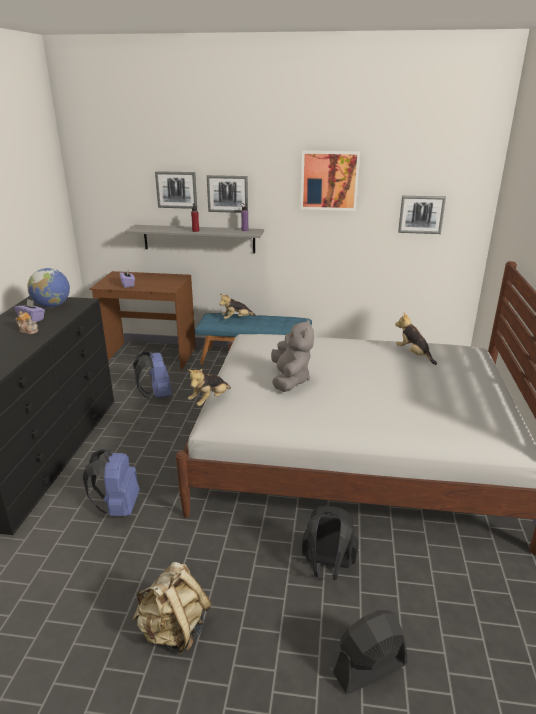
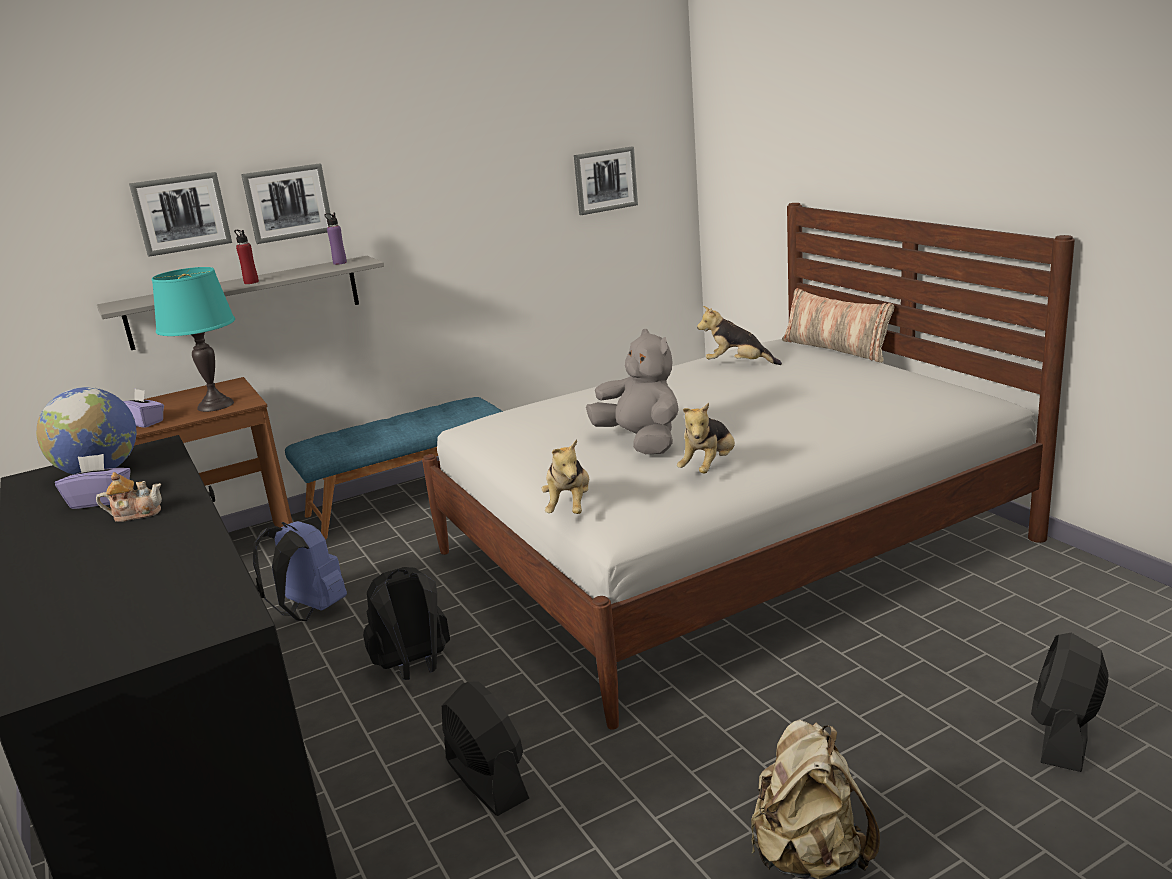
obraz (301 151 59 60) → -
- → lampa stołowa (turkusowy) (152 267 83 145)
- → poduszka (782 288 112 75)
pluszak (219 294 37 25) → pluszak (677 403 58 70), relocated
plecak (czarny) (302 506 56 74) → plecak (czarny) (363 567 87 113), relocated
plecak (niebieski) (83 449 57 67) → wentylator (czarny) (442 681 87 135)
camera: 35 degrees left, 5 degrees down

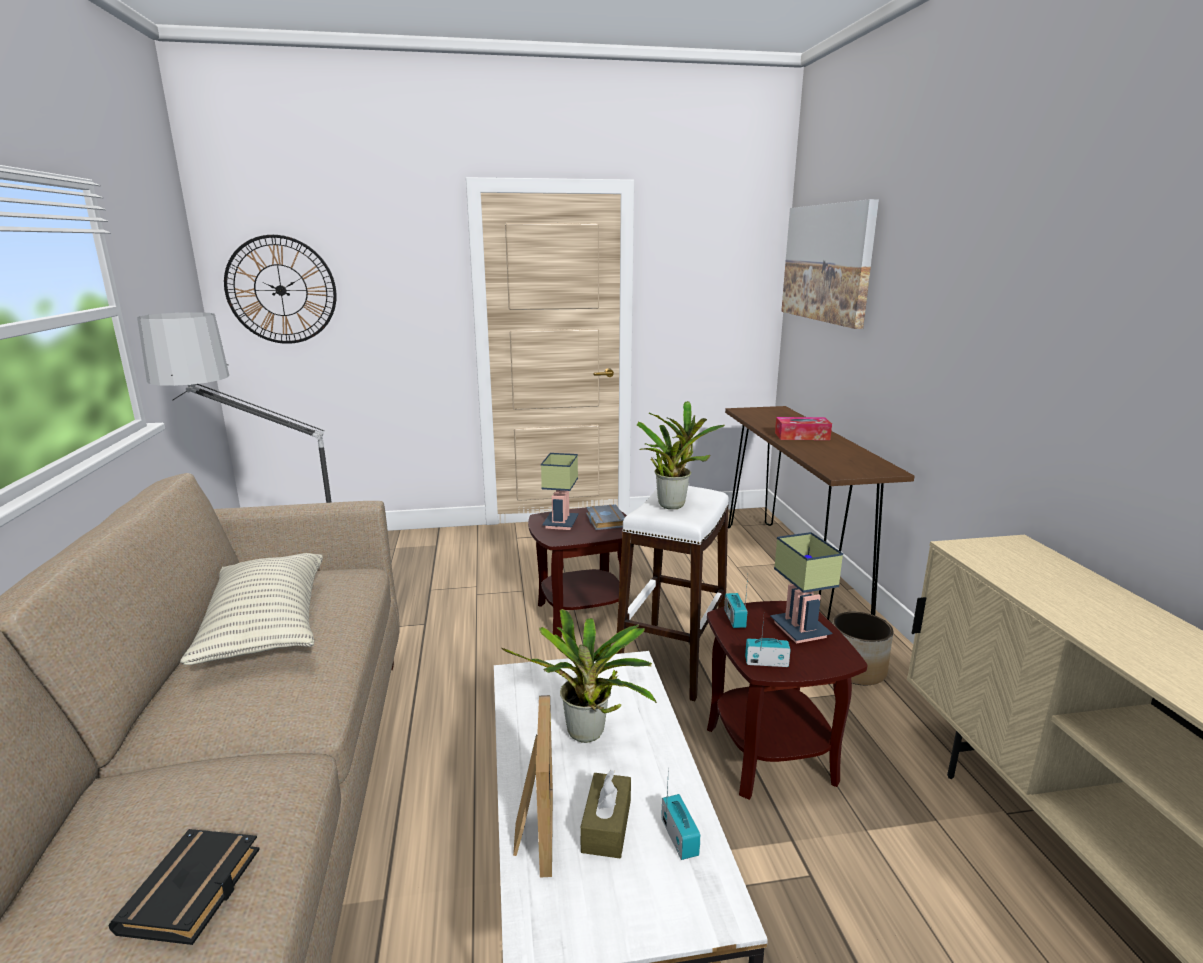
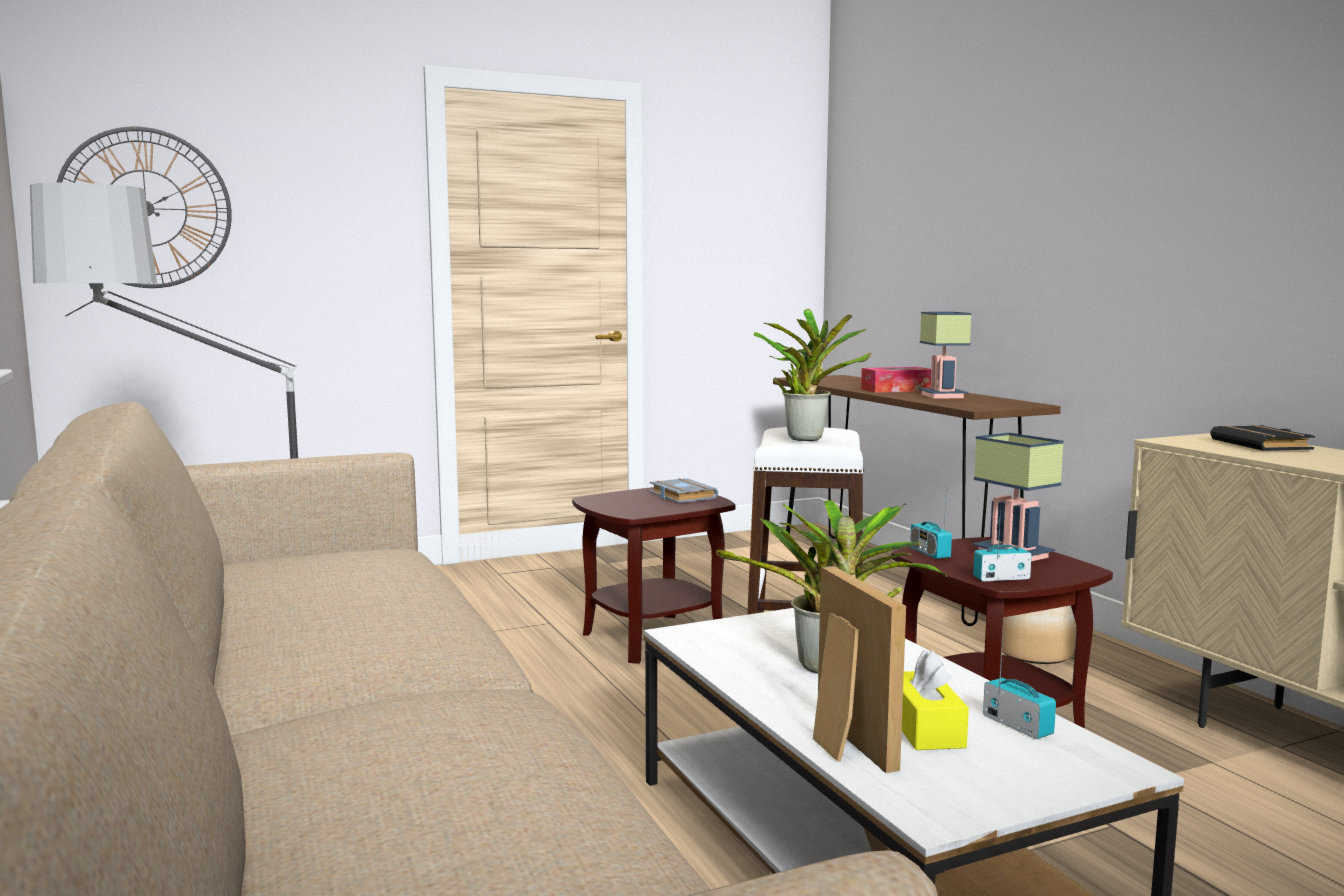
poduszka (180 553 143 112) → -
obraz (781 199 98 130) → -
książka (czarny) (109 829 151 116) → książka (czarny) (1210 425 105 26), relocated
lampa stołowa (541 453 38 77) → lampa stołowa (918 312 54 87), relocated
pudełko chusteczek (brązowy) (580 770 51 88) → pudełko chusteczek (żółty) (902 650 67 100)
camera: 15 degrees left, 10 degrees down

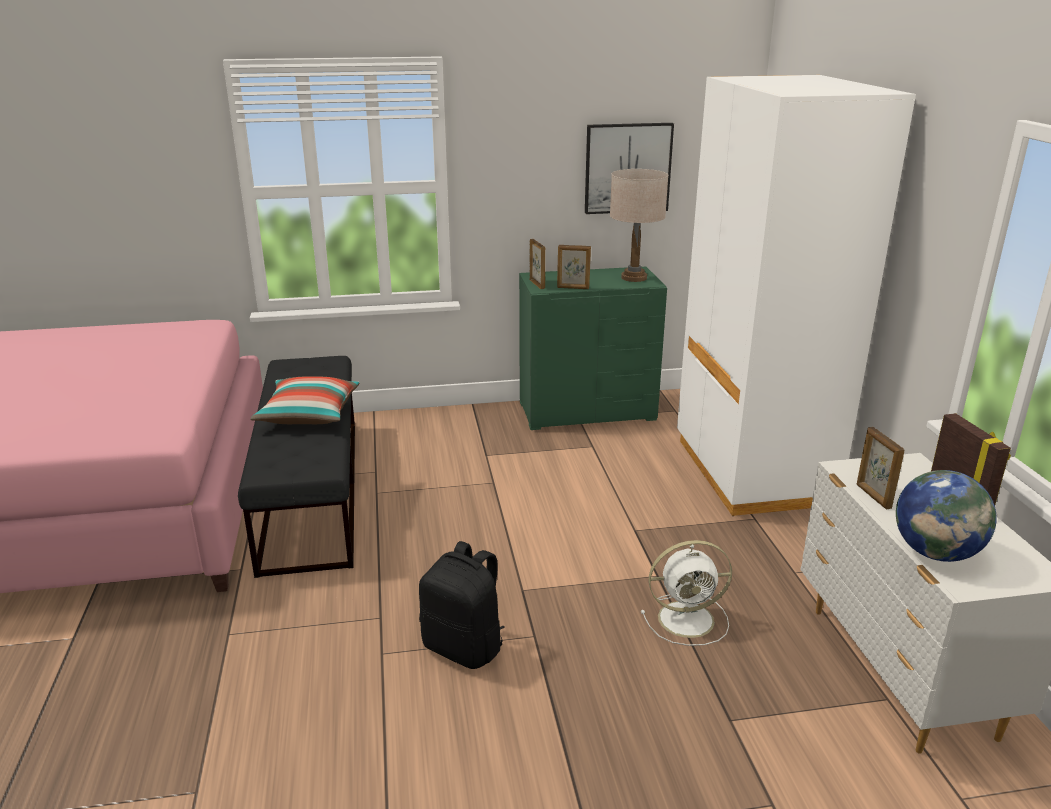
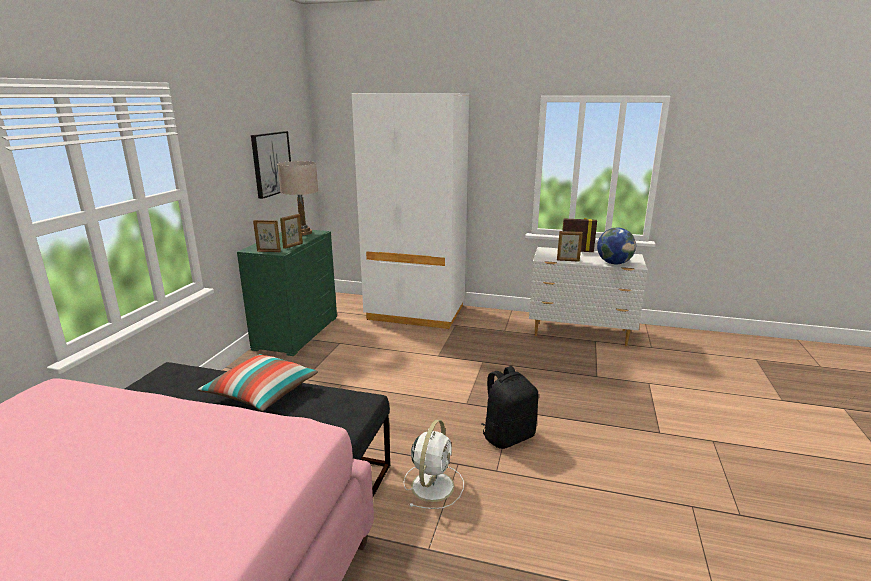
wentylator (biały) (641 540 91 106) → wentylator (biały) (404 420 60 89), relocated
camera: 65 degrees left, 5 degrees down

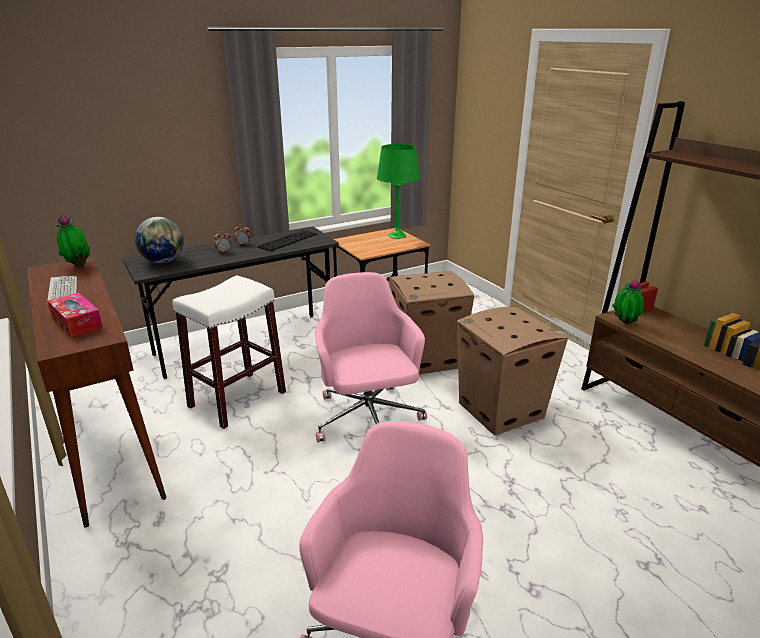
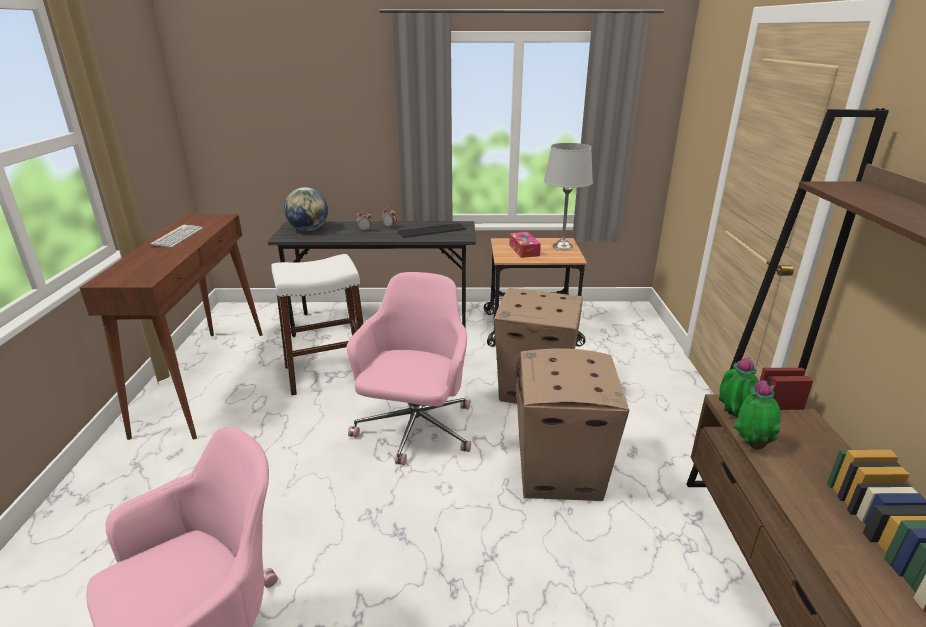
pudełko chusteczek (47 293 56 44) → pudełko chusteczek (509 232 32 26), relocated
roślina doniczkowa (57 215 34 52) → roślina doniczkowa (733 380 47 70), relocated
lampa stołowa (zielony) (377 144 43 95) → lampa stołowa (szary) (544 143 49 107)
camera: 30 degrees right, 0 degrees up

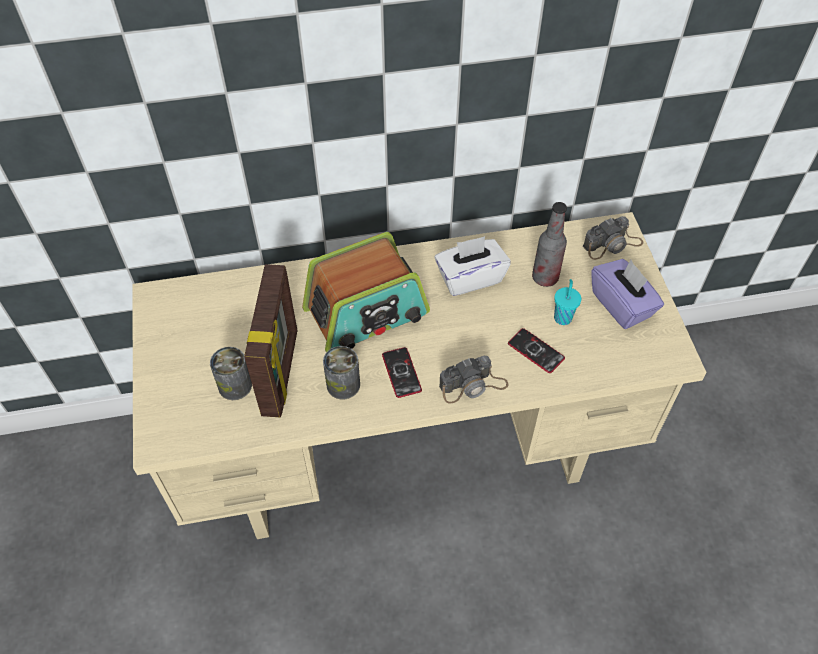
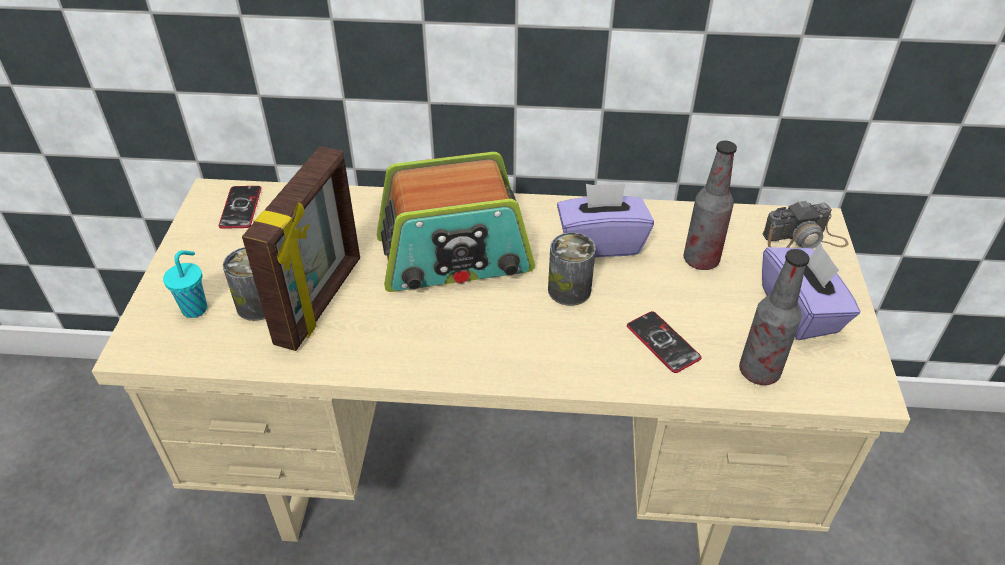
aparat fotograficzny (439 356 70 47) → -
- → butelka (739 249 71 136)
puszka (323 346 37 53) → puszka (548 233 48 73), relocated
telefon (382 347 40 51) → telefon (219 186 42 43), relocated
filiżanka (turkusowy) (554 279 27 46) → filiżanka (turkusowy) (163 250 44 68), relocated
pudełko chusteczek (biały) (434 236 77 60) → pudełko chusteczek (fioletowy) (557 183 97 74)
camera: 15 degrees right, 10 degrees down

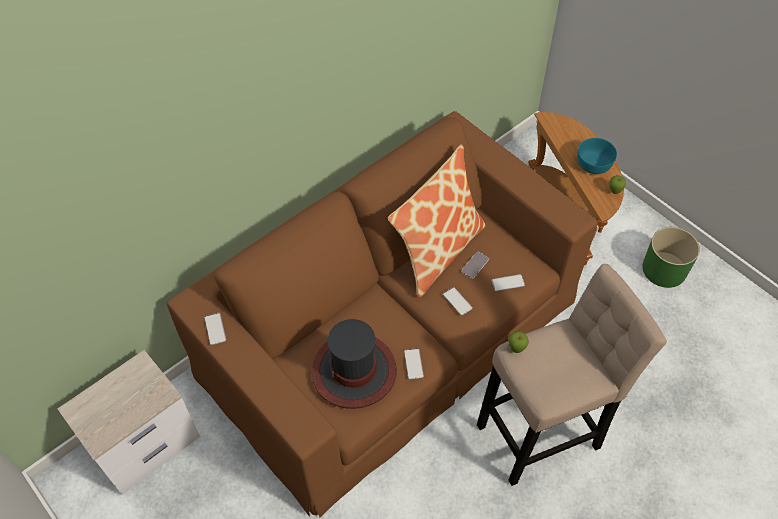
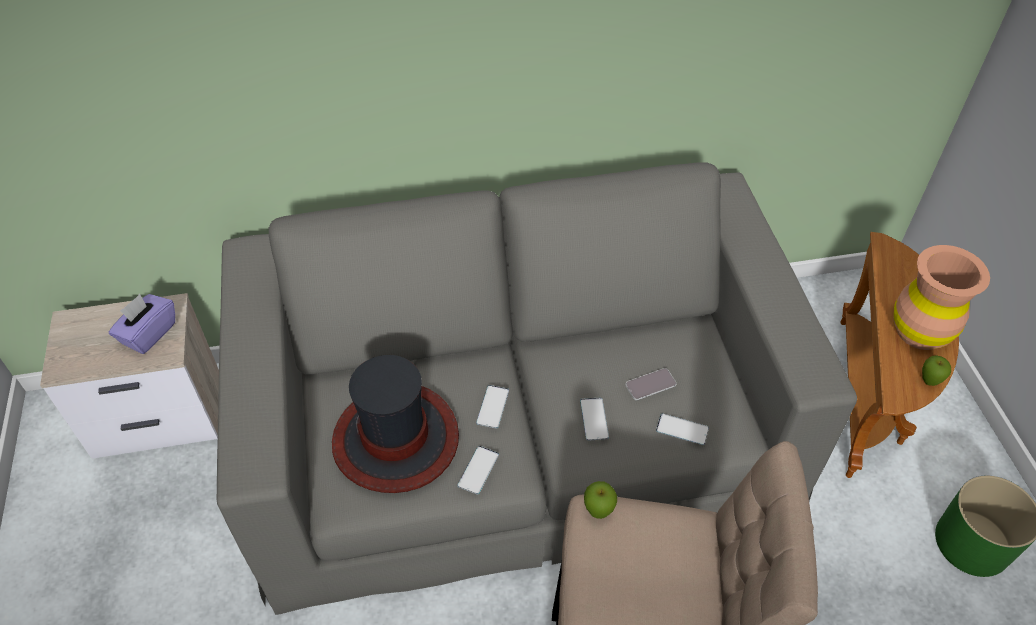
poduszka (388 144 98 154) → -
- → pudełko chusteczek (fioletowy) (109 294 66 60)
telefon (204 313 22 32) → telefon (476 385 33 43), relocated
miska (turkusowy) (578 138 39 36) → wazon (brązowy) (893 245 97 105)
kanapa (brązowy) (167 111 431 406) → kanapa (szary) (217 162 640 453)
camera: 30 degrees right, 5 degrees down

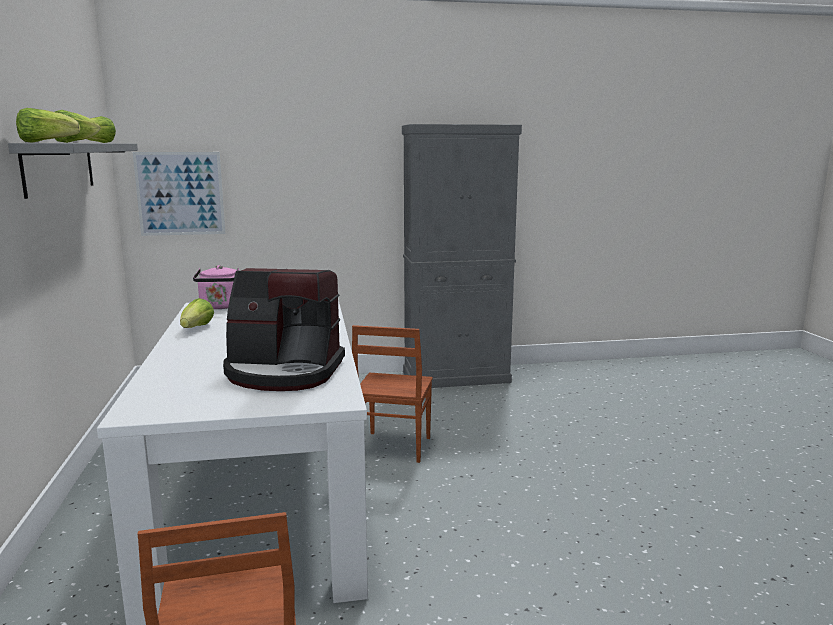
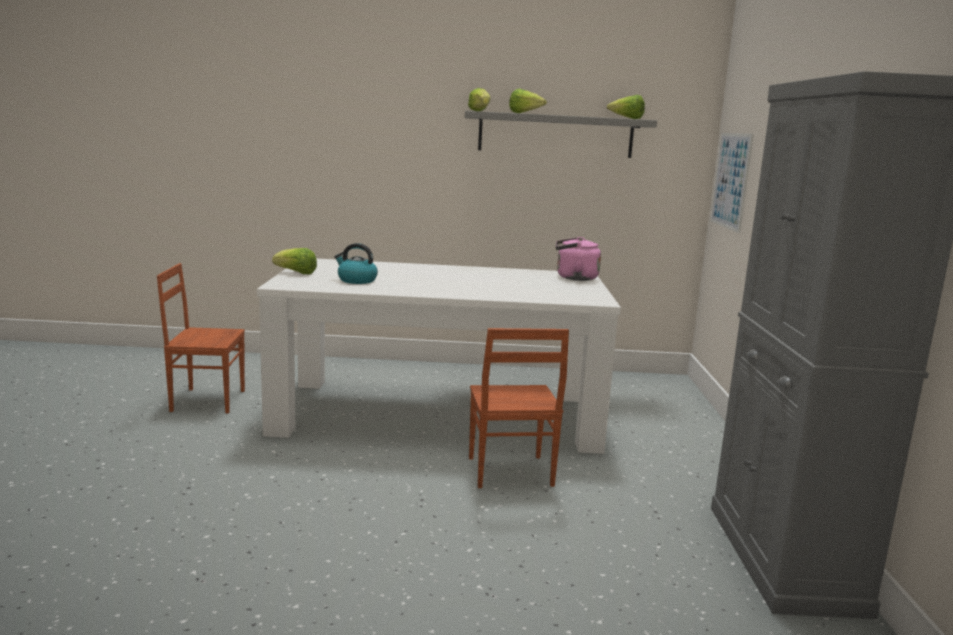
sałata (180 298 34 30) → sałata (272 248 45 26), relocated
ekspres do kawy (223 268 122 123) → czajnik (334 243 44 41)
krzesło (brązowy) (352 325 81 138) → krzesło (brązowy) (469 328 100 160), 120 degrees counterclockwise
camera: 100 degrees right, 0 degrees up

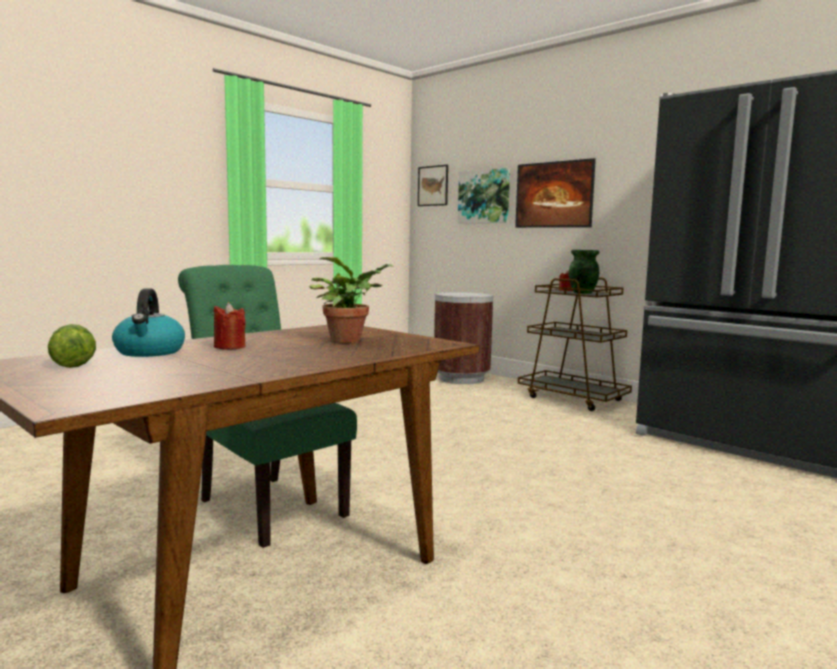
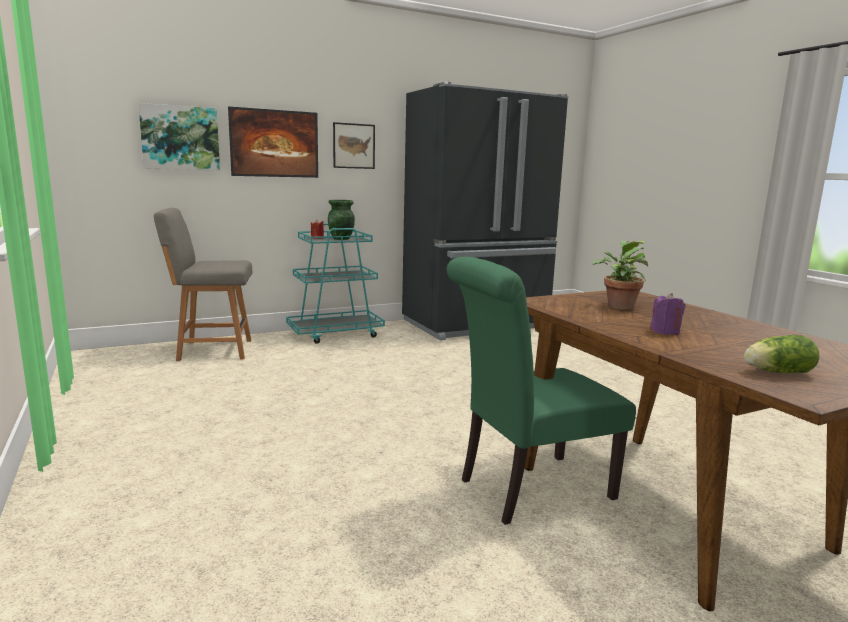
czajnik (112 289 73 68) → -
obraz (418 165 30 41) → obraz (333 122 42 47), relocated
kosz na śmieci (brązowy) (434 292 59 92) → krzesło (szary) (154 208 99 153)
świeca (czerwony) (214 303 32 47) → świeca (fioletowy) (650 293 35 42)
wózek (brązowy) (518 277 114 134) → wózek (turkusowy) (286 223 99 121)
camera: 70 degrees left, 5 degrees up

